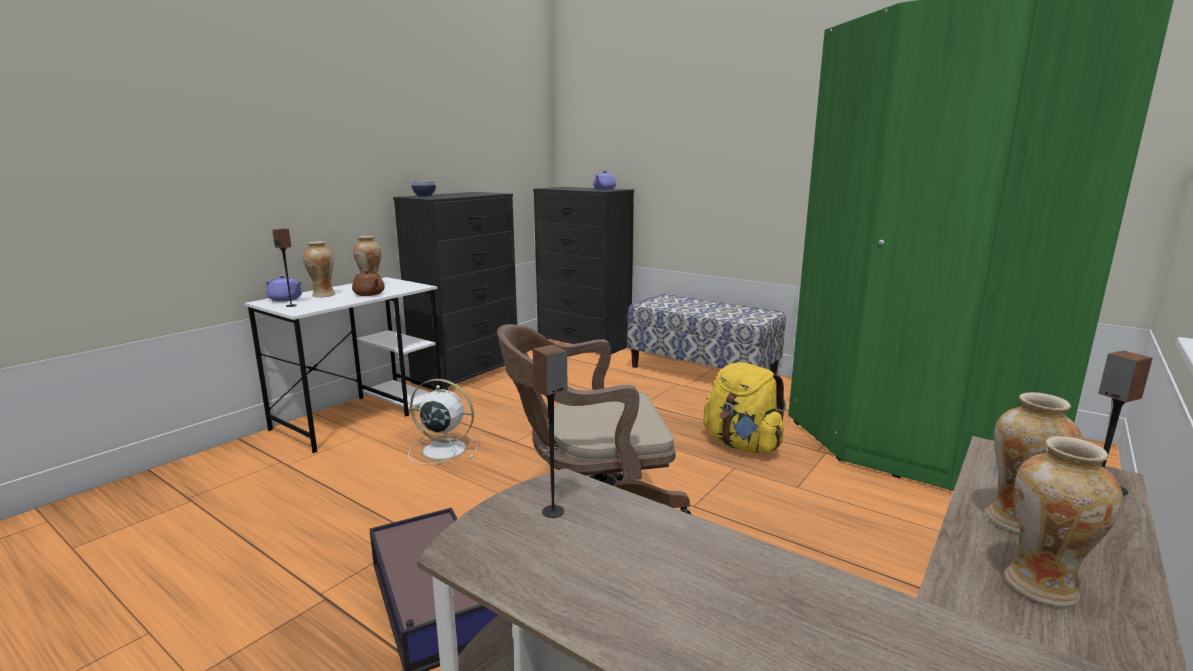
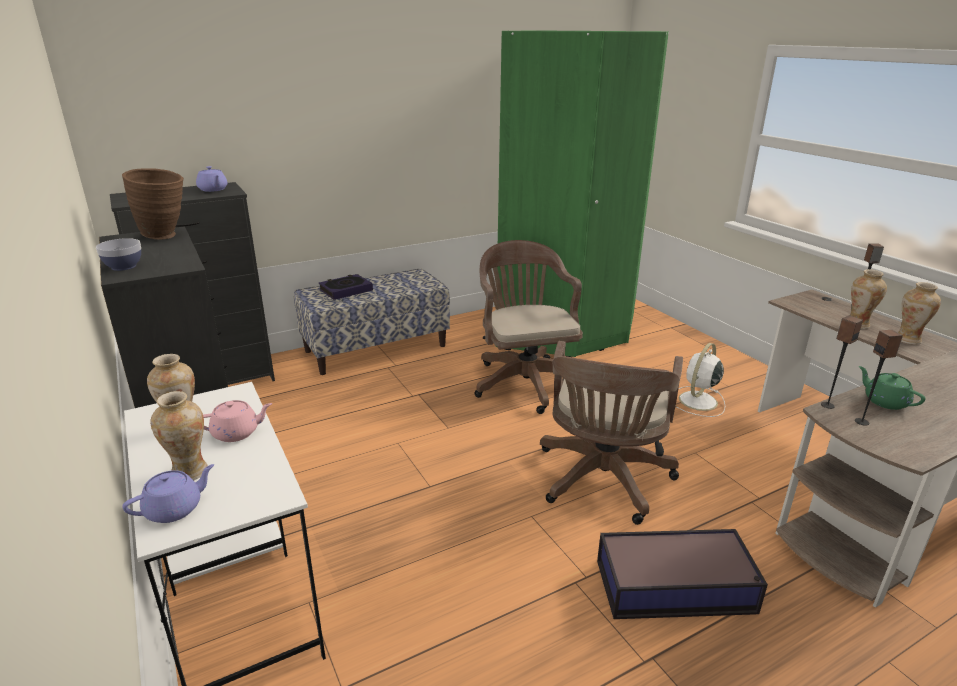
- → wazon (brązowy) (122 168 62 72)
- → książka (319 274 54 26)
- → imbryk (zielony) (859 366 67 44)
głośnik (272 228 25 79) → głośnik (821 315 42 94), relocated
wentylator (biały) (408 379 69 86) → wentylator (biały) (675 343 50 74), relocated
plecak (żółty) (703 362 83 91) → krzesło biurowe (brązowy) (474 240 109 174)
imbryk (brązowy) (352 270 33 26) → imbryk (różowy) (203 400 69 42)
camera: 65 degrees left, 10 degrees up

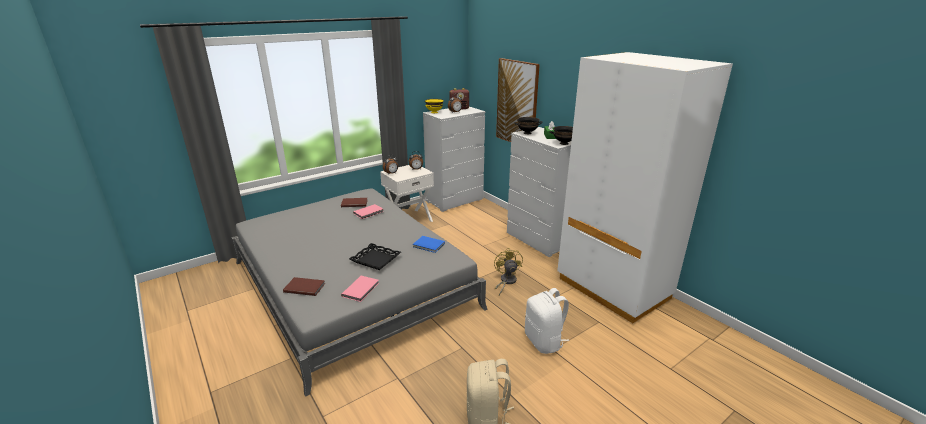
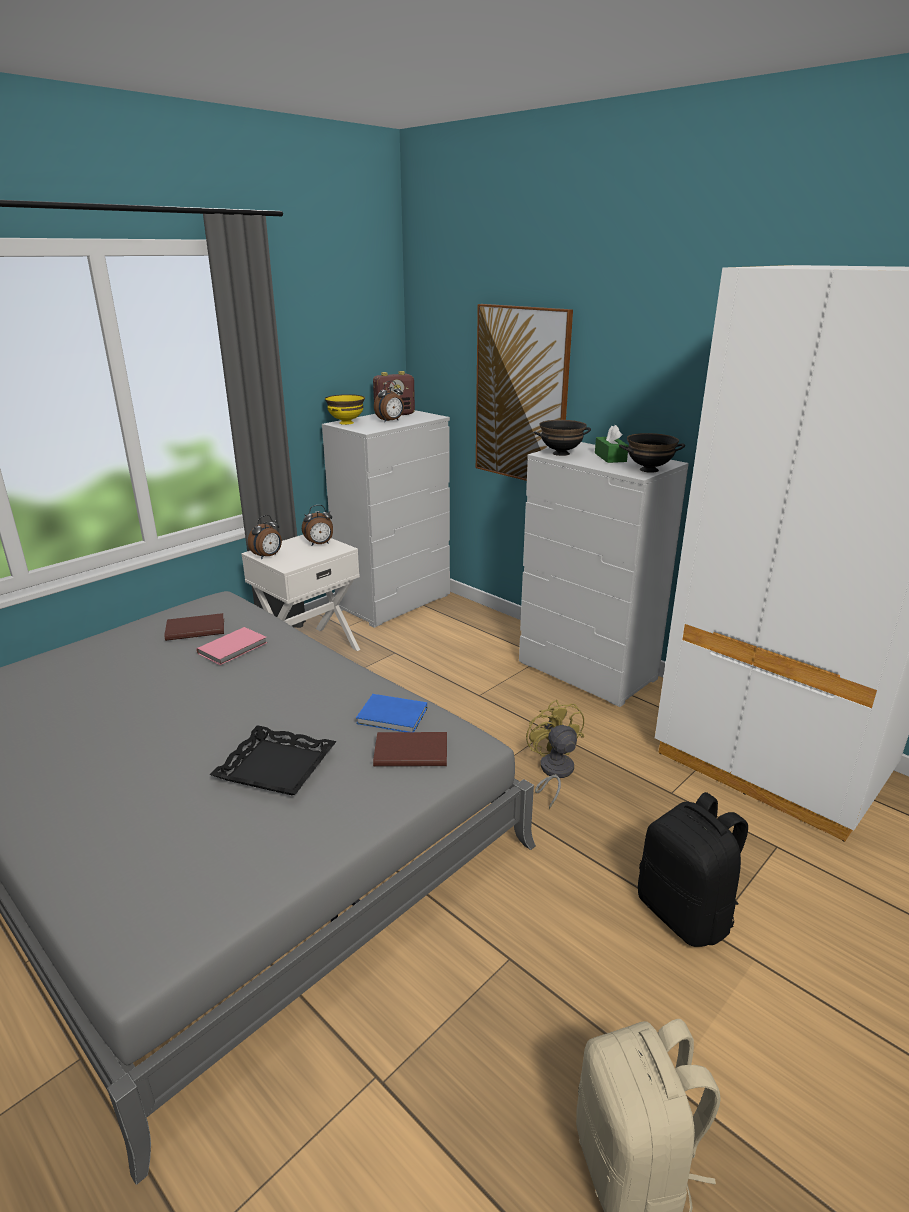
książka (różowy) (341 276 38 26) → -
książka (brązowy) (283 277 42 19) → książka (brązowy) (373 732 74 34), relocated
plecak (biały) (525 288 44 66) → plecak (czarny) (638 792 110 155)
camera: 10 degrees left, 0 degrees up

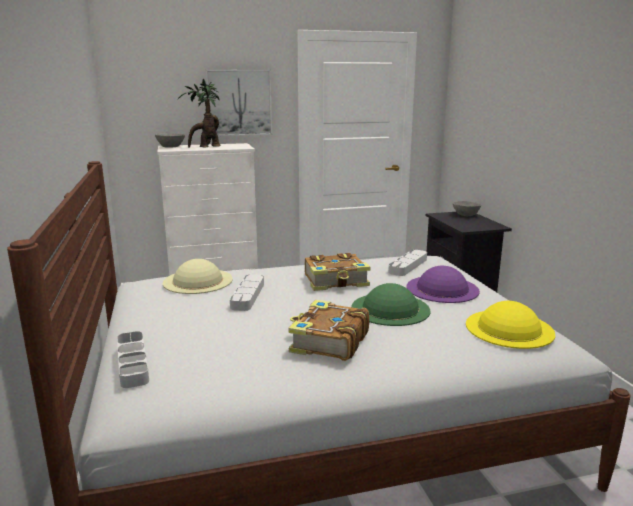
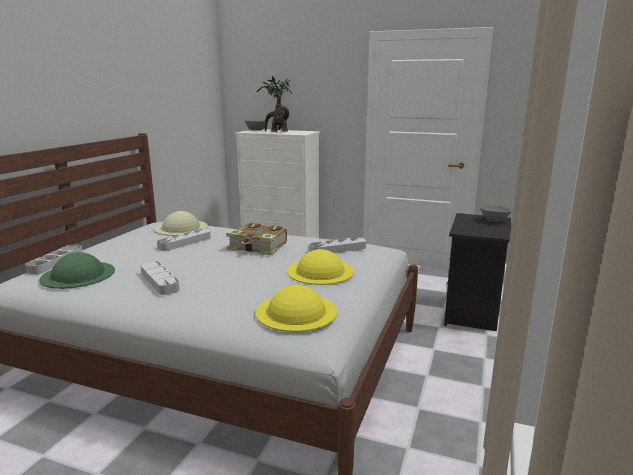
obraz (206 69 66 67) → -
kapelusz (zielony) (351 283 79 43) → kapelusz (zielony) (39 252 76 37), relocated
książka (288 300 81 61) → taca (szary) (140 261 40 34)
kapelusz (fioletowy) (406 266 74 37) → kapelusz (żółty) (287 249 67 36)
camera: 35 degrees right, 0 degrees up

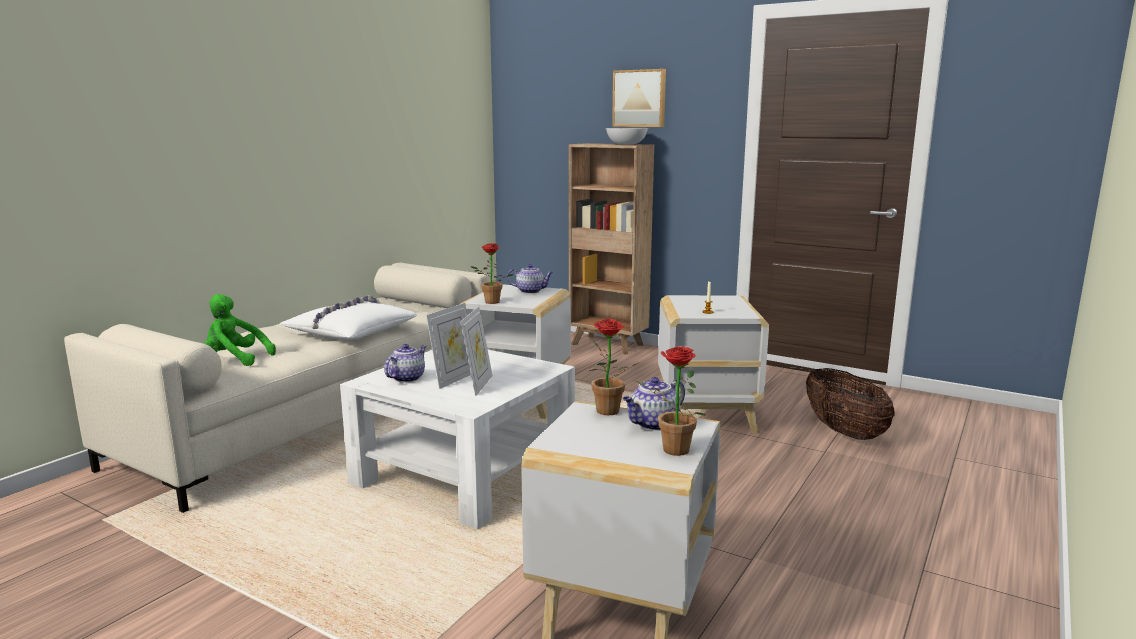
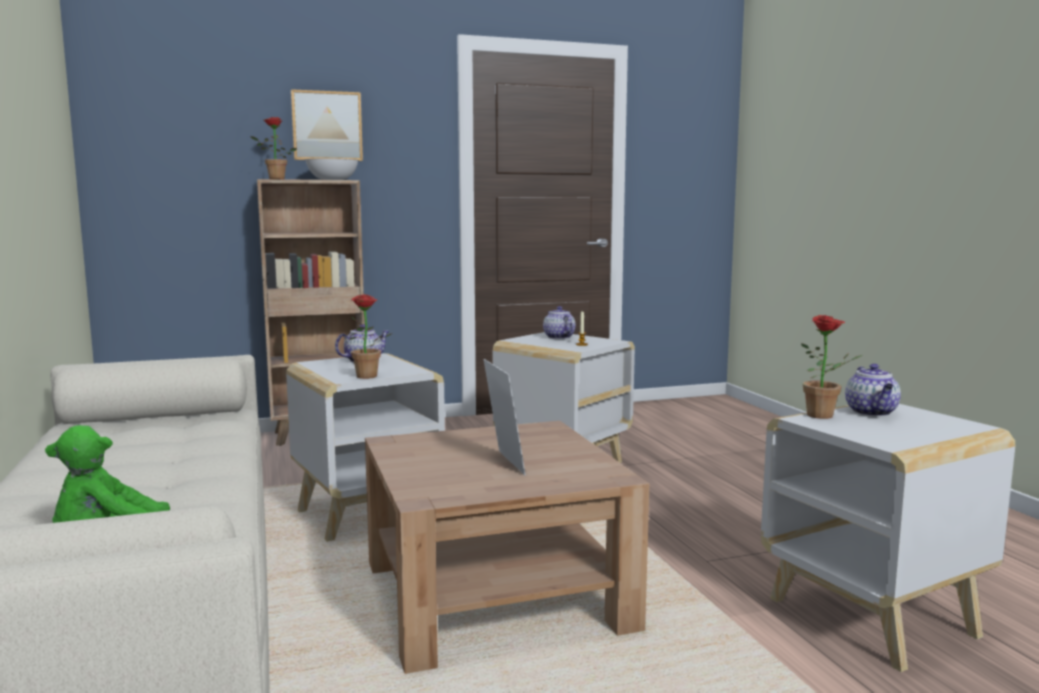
poduszka (biały) (280 295 137 45) → -
ramka na zdjęcie (460 306 33 90) → -
koszyk (806 368 89 72) → -
imbryk (384 344 42 38) → imbryk (543 306 33 33), relocated
roślina doniczkowa (634 346 71 110) → roślina doniczkowa (251 117 46 62), relocated
ława (biały) (340 350 235 179) → ława (brązowy) (365 421 284 253)
camera: 50 degrees left, 5 degrees down

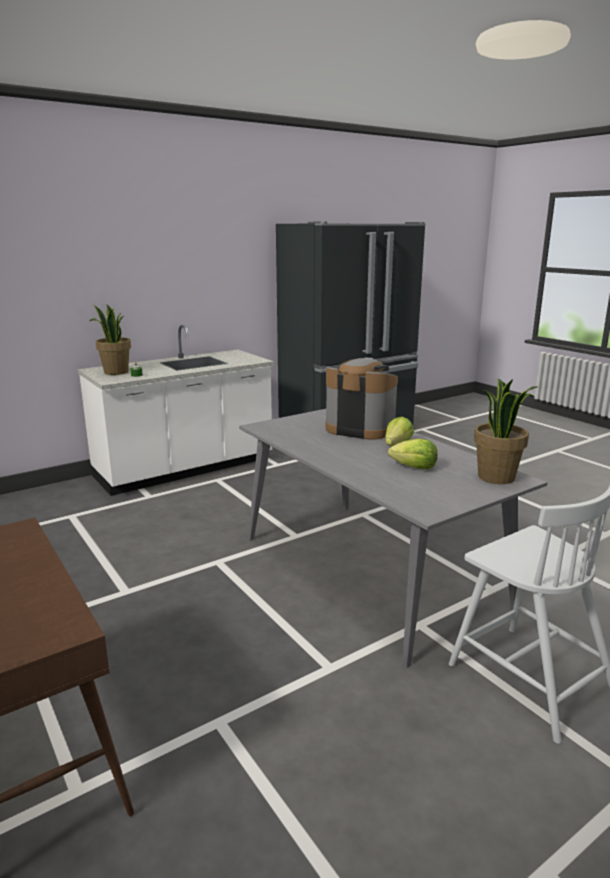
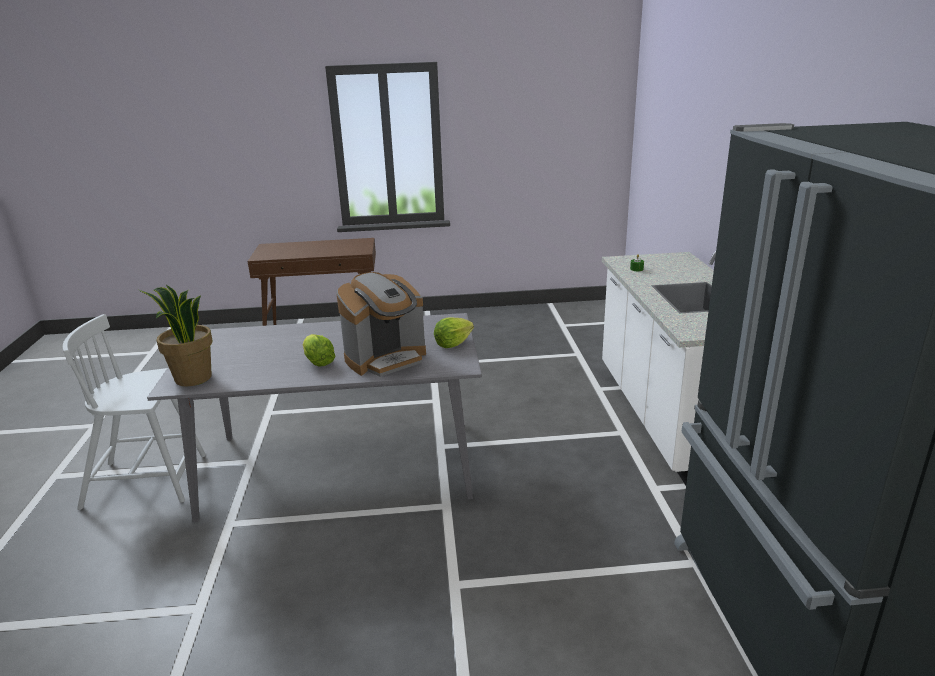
roślina doniczkowa (90 305 41 70) → -
sałata (388 439 50 31) → sałata (434 317 40 31), relocated
camera: 120 degrees right, 5 degrees up

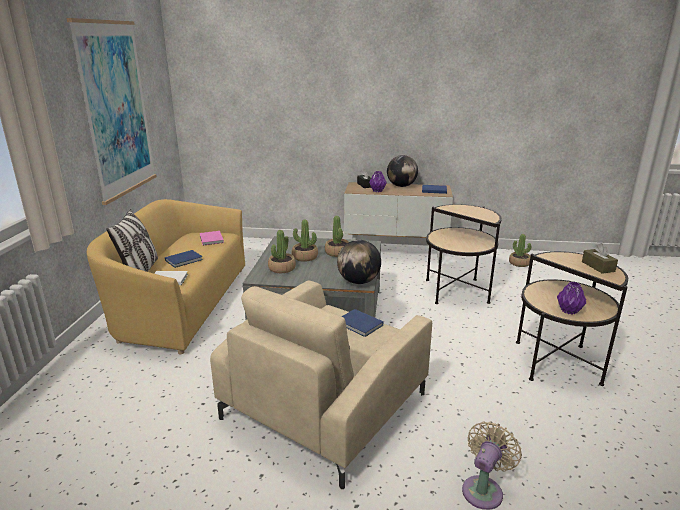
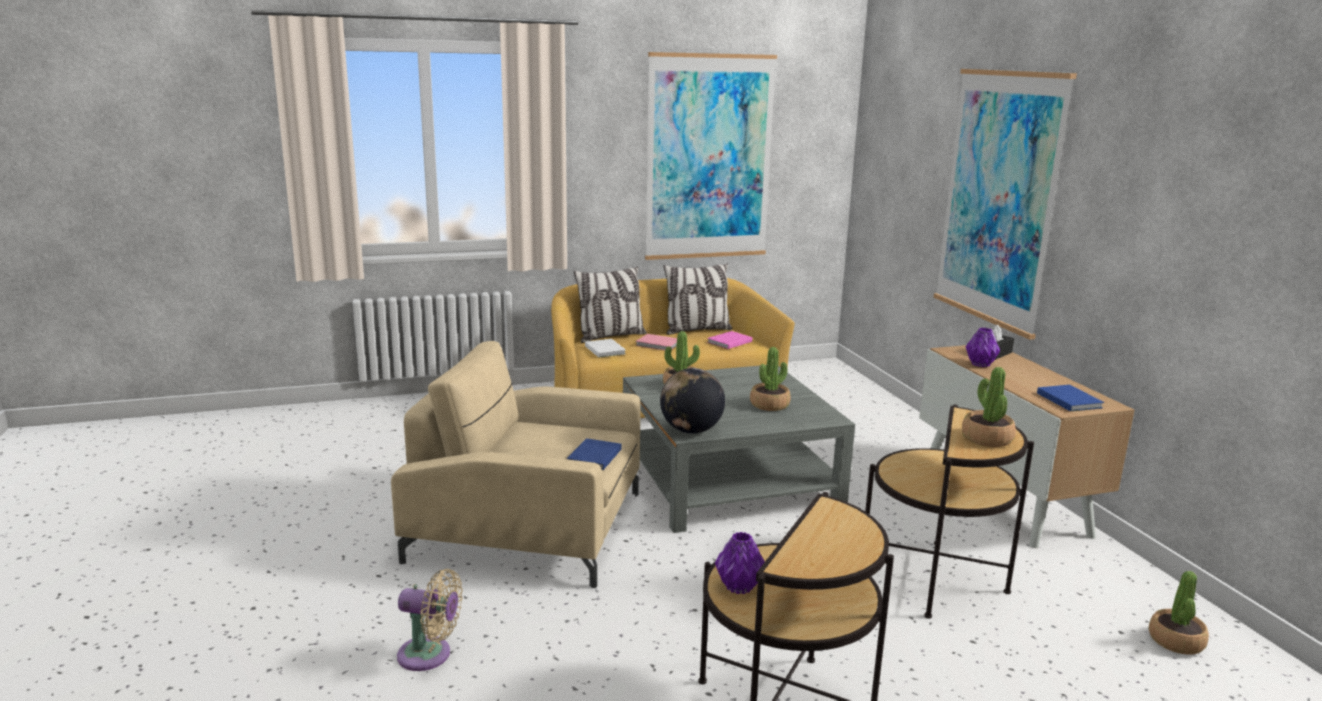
globus (387 155 31 32) → -
pudełko chusteczek (brązowy) (582 243 36 31) → -
- → poduszka (664 264 69 71)
- → obraz (934 69 143 271)
roślina doniczkowa (292 220 26 42) → roślina doniczkowa (962 367 54 80), relocated
książka (niebieski) (165 250 38 18) → książka (różowy) (636 334 41 16)
camera: 65 degrees right, 5 degrees down

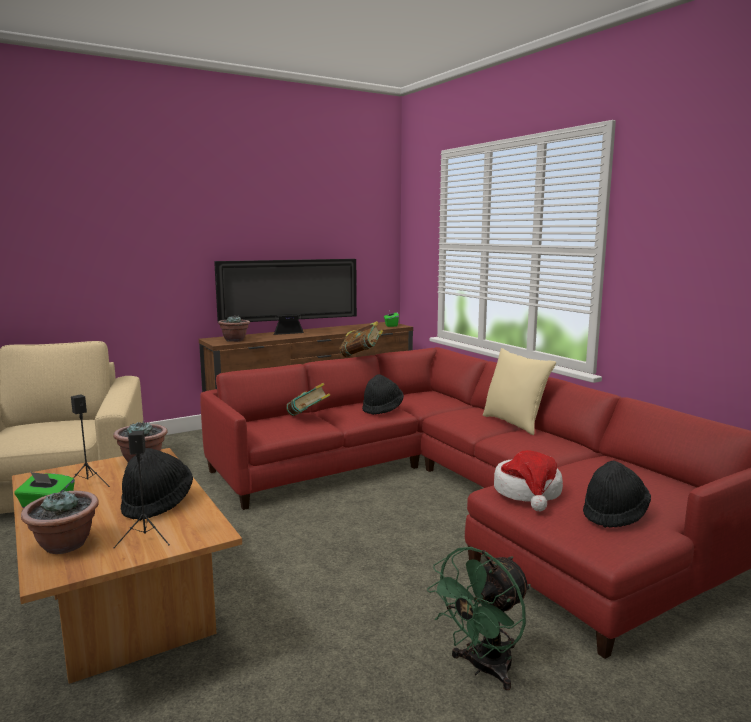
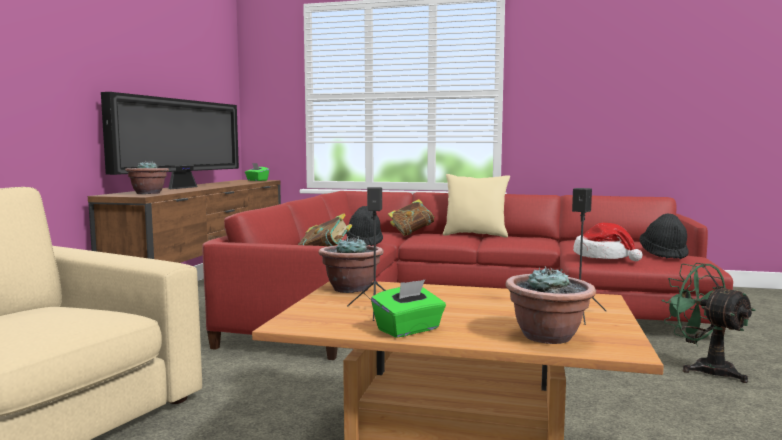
kapelusz (czarny) (121 448 72 73) → -
książka (339 321 44 36) → książka (388 199 48 37), relocated
wentylator (zielony) (427 547 104 143) → wentylator (zielony) (661 263 95 120), 150 degrees clockwise
camera: 45 degrees left, 5 degrees down

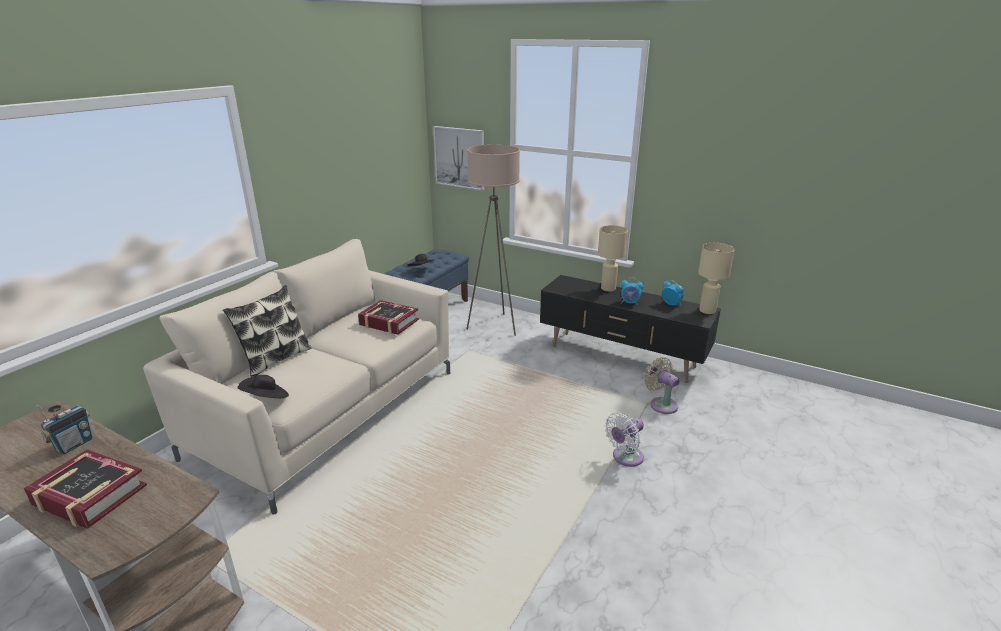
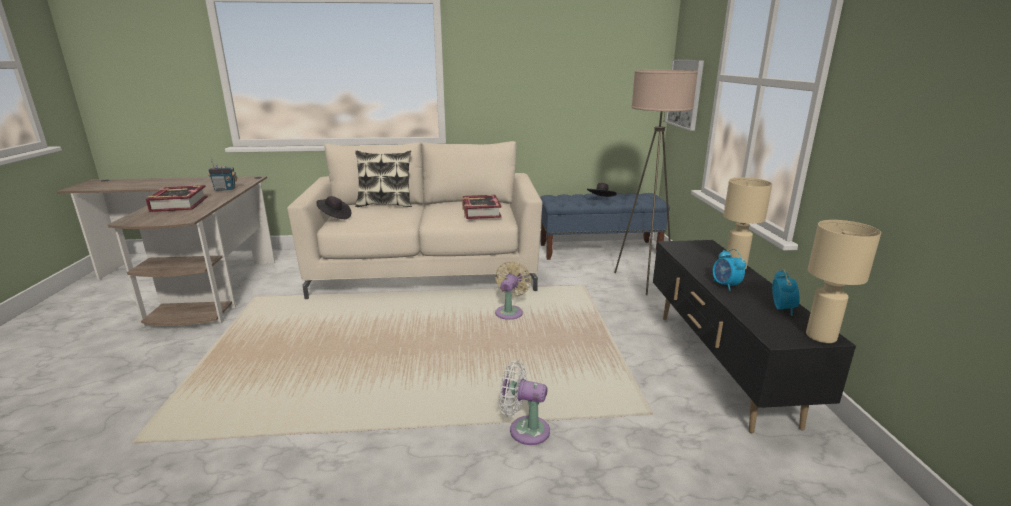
wentylator (beżowy) (644 357 35 57) → wentylator (beżowy) (495 261 36 59), relocated
camera: 55 degrees right, 5 degrees down

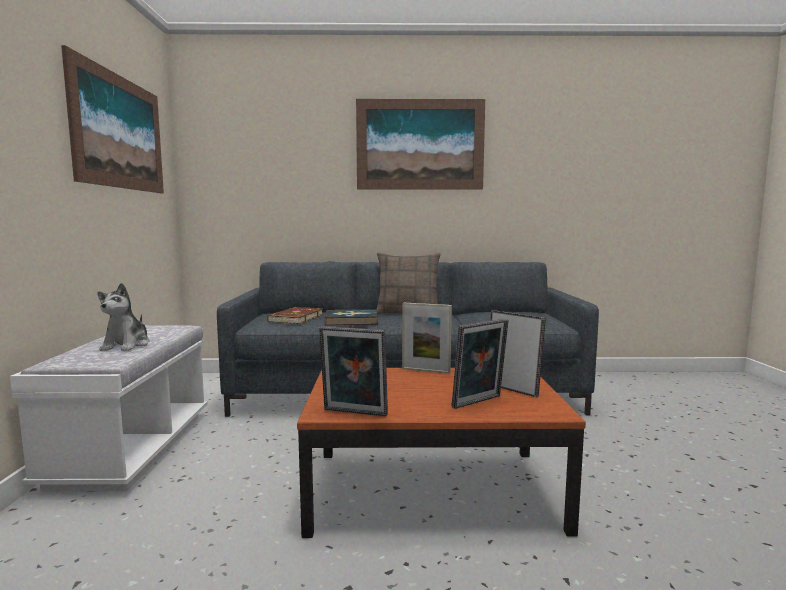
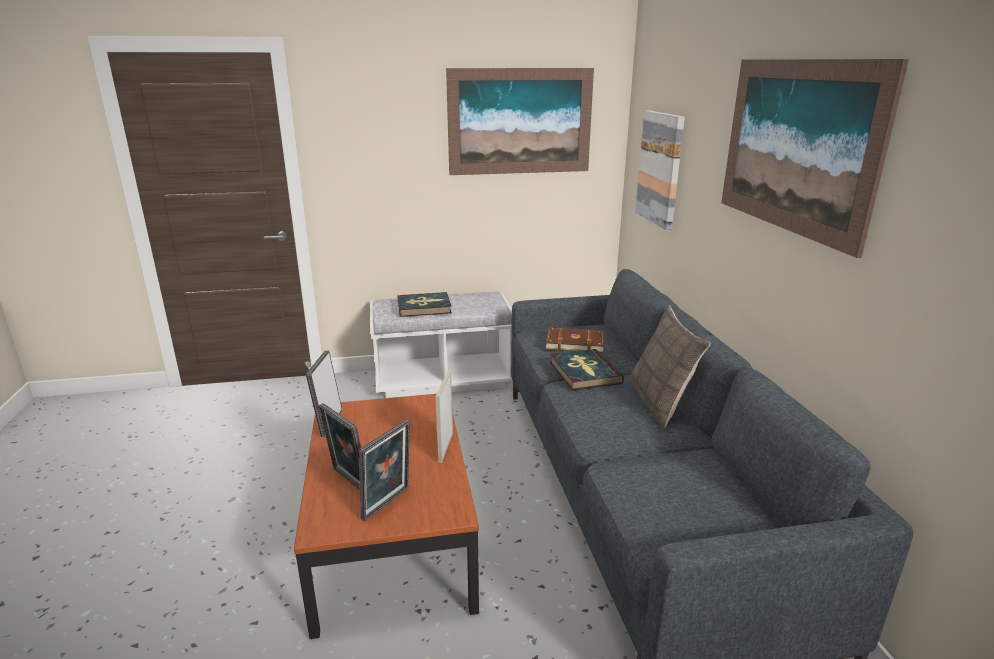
- → obraz (635 110 50 120)
pluszak (98 283 51 68) → książka (397 292 55 25)
camera: 80 degrees right, 15 degrees up

